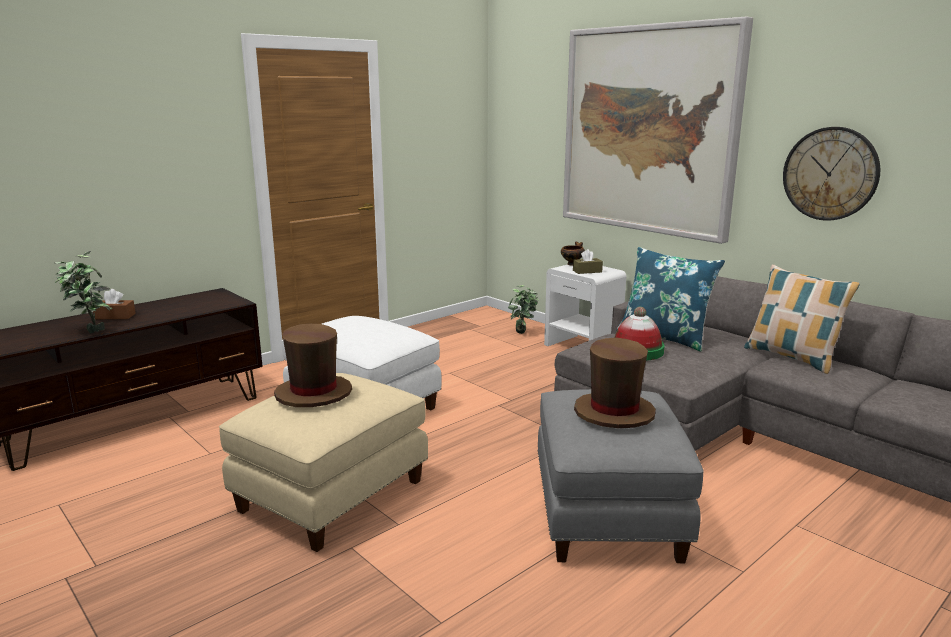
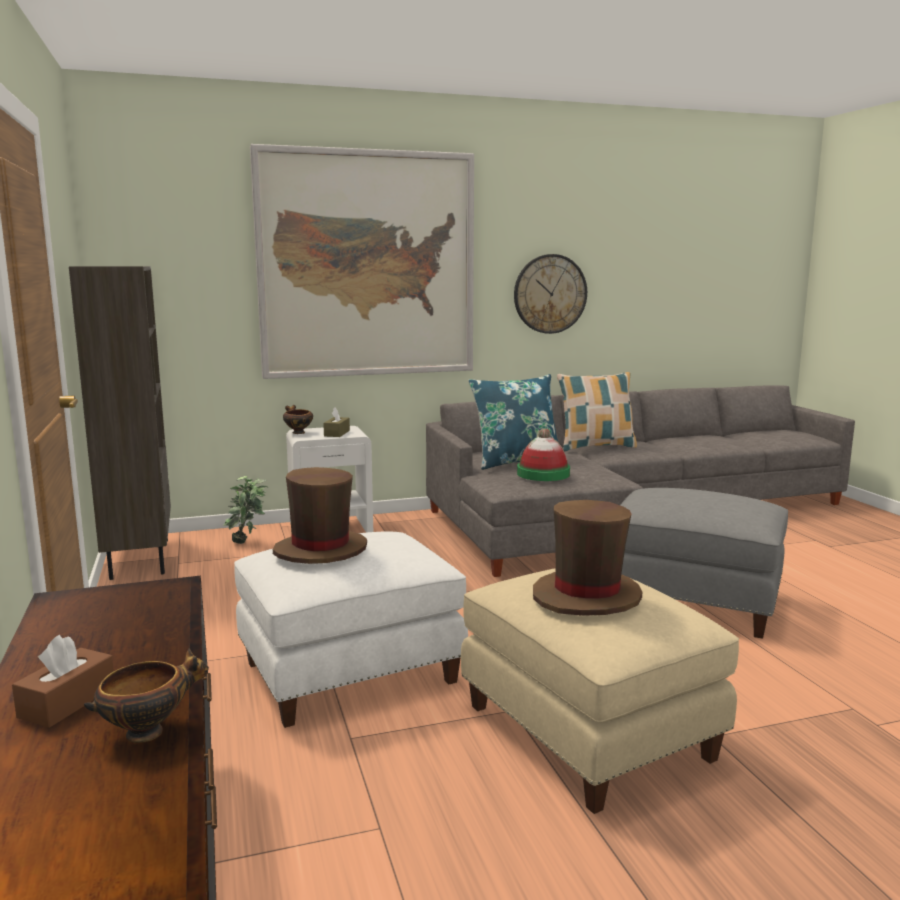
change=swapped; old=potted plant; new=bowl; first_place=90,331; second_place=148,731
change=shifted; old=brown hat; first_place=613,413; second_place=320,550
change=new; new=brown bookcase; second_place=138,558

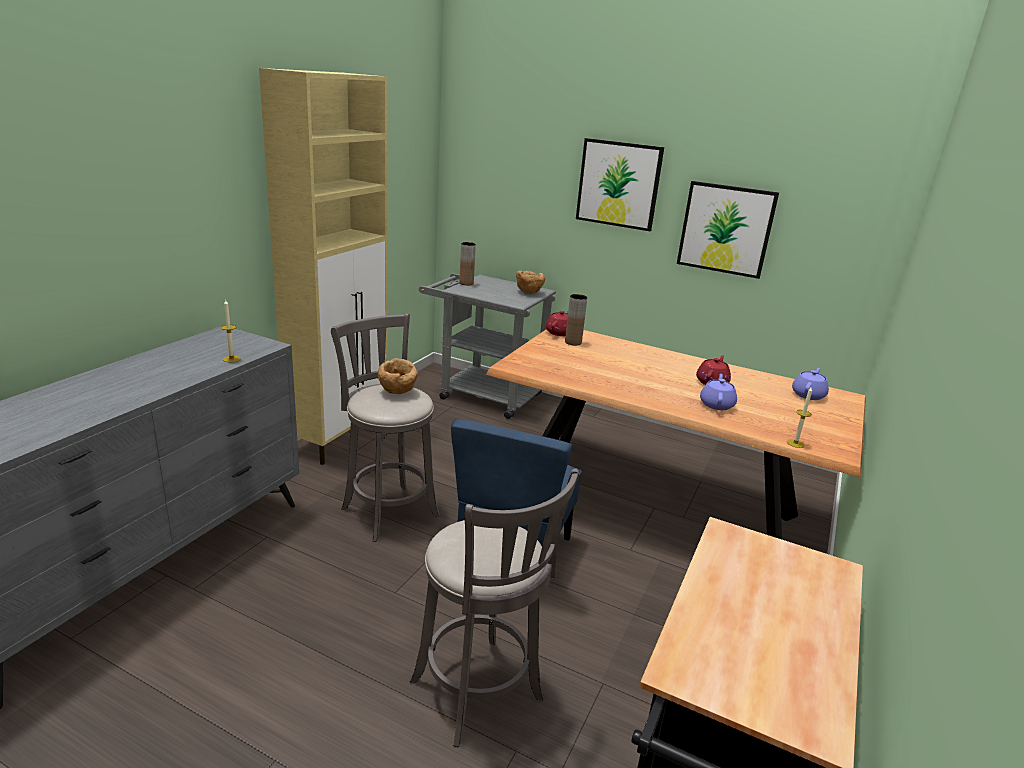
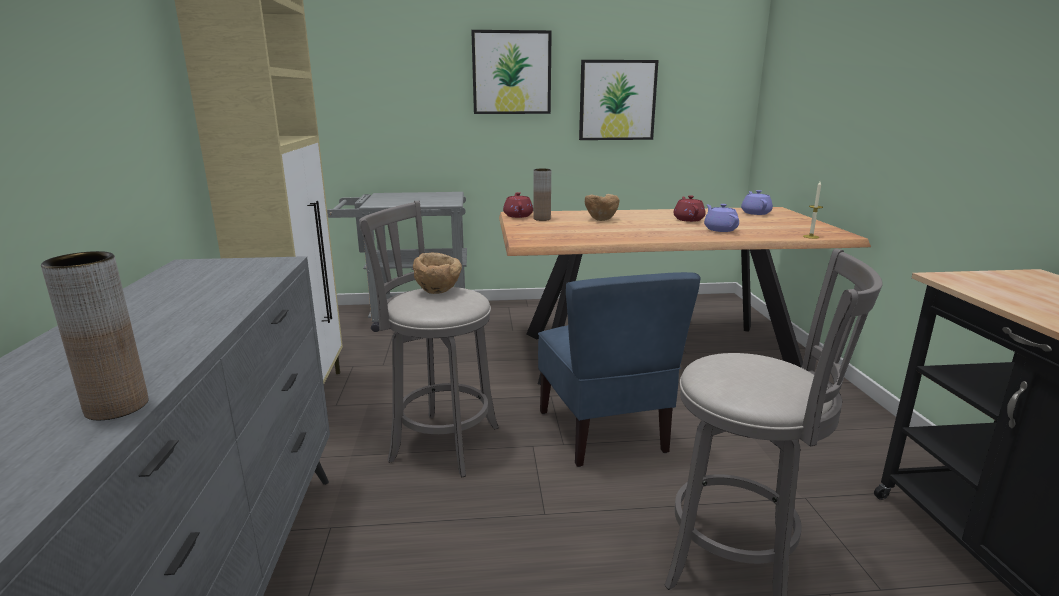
change=gone; old=candle; first_place=231,359
change=shifted; old=brown vase; first_place=466,283; second_place=117,407
change=shifted; old=brown bowl; first_place=528,293; second_place=600,220

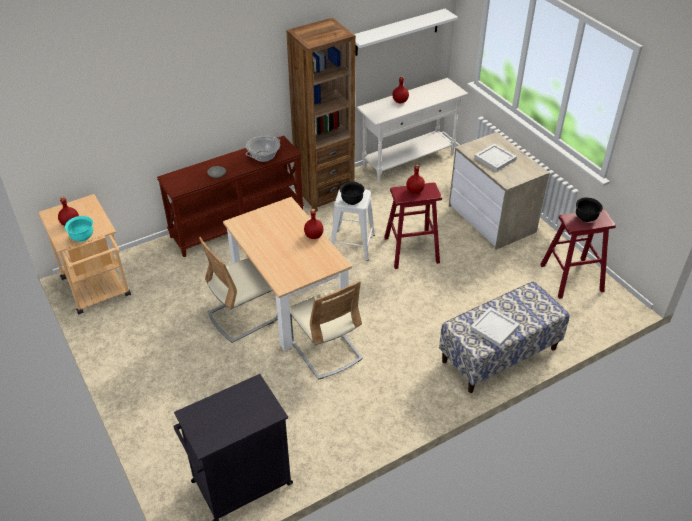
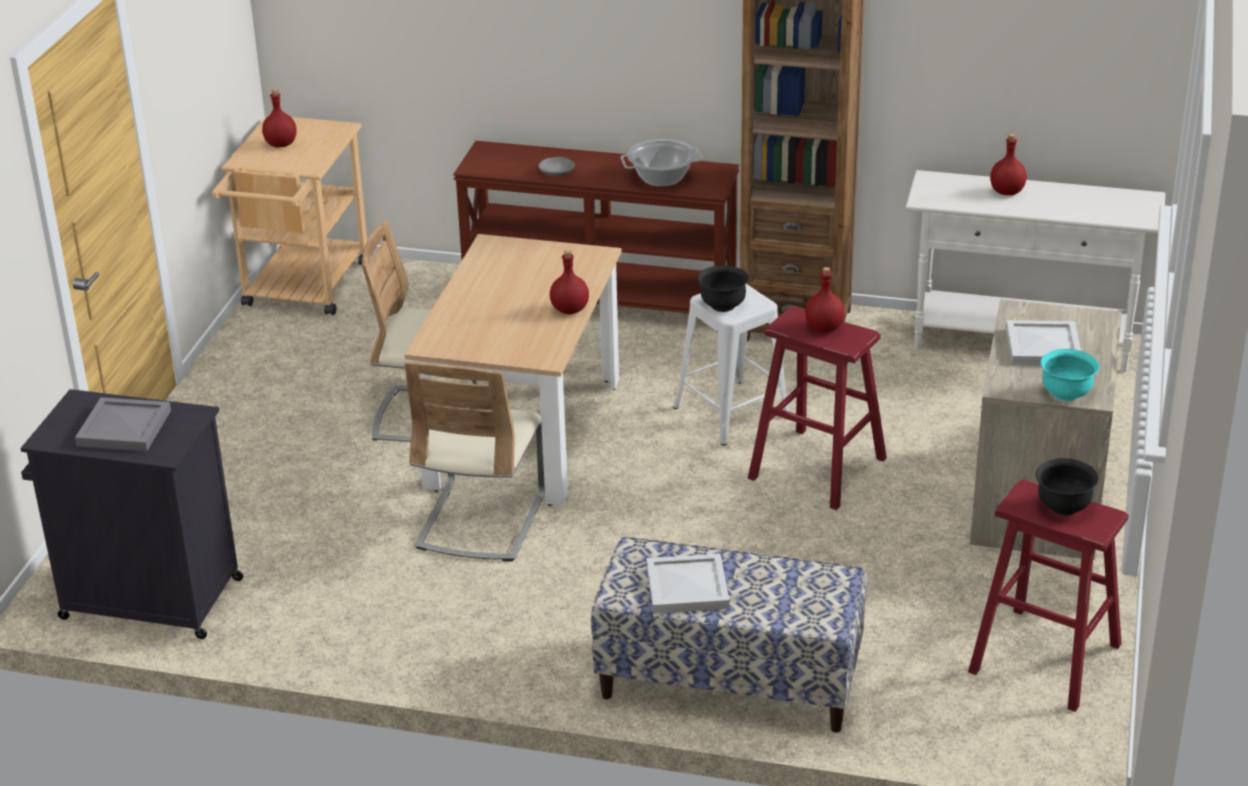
change=shifted; old=turquoise bowl; first_place=82,237; second_place=1066,394
change=gone; old=white shelf; first_place=397,32
change=new; new=grey tray; second_place=125,429

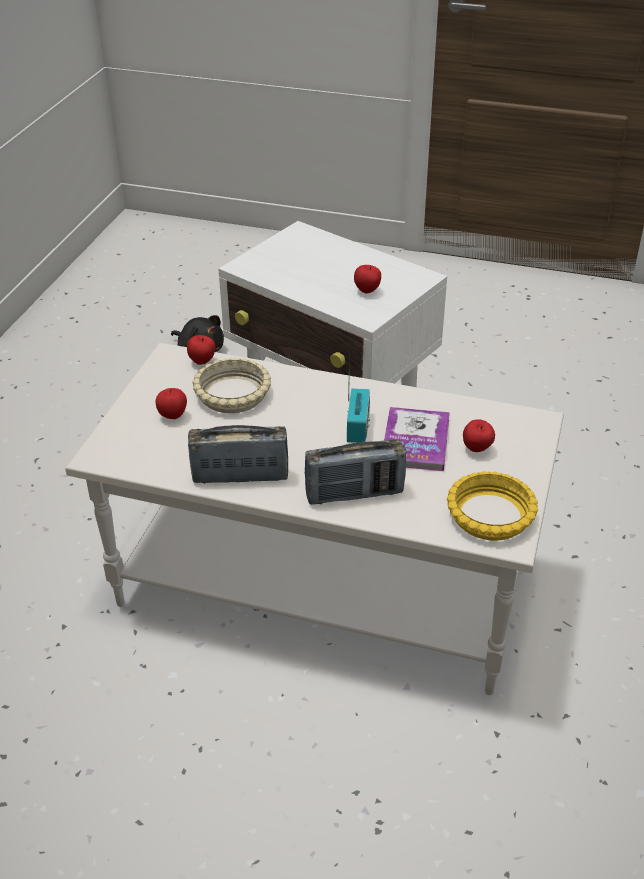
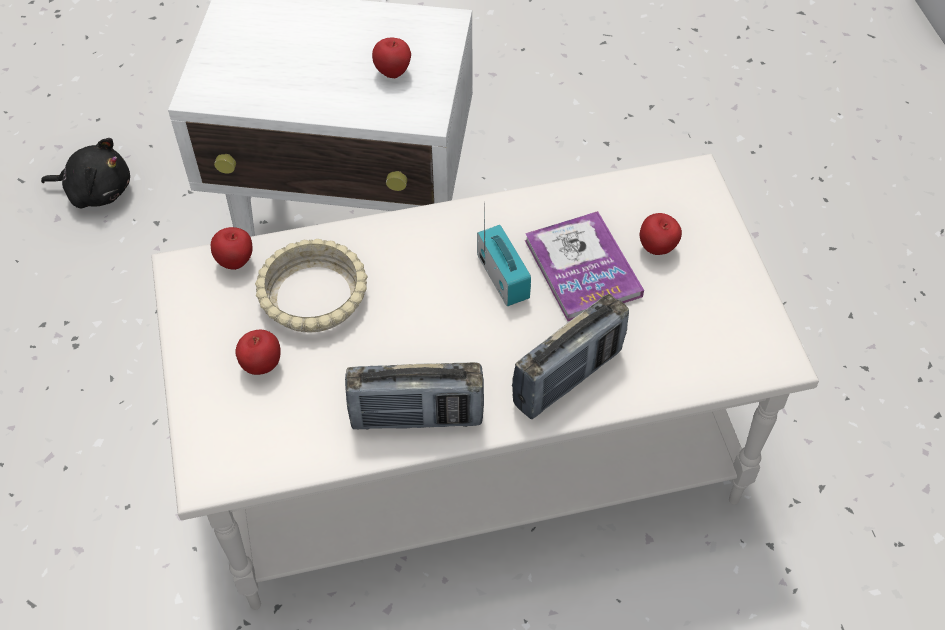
change=rotated; old=radio; first_place=240,476; second_place=417,417; degrees=-150
change=gone; old=yellow bowl; first_place=490,515

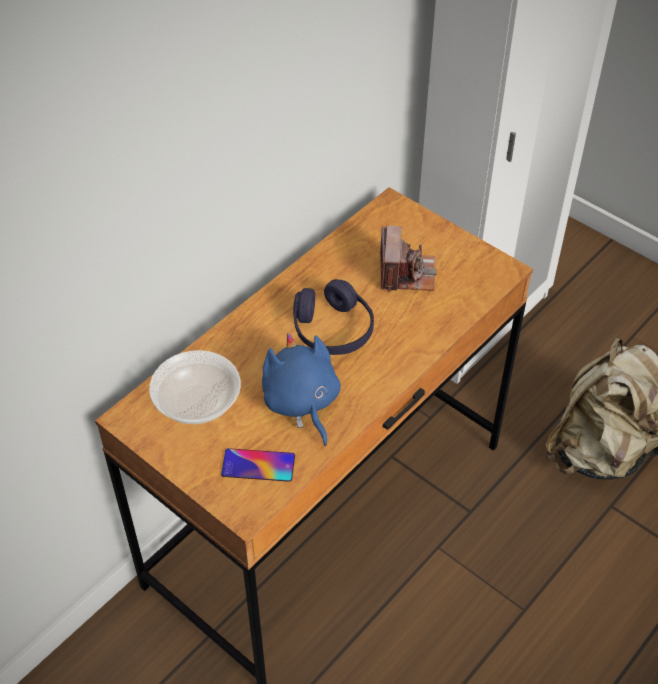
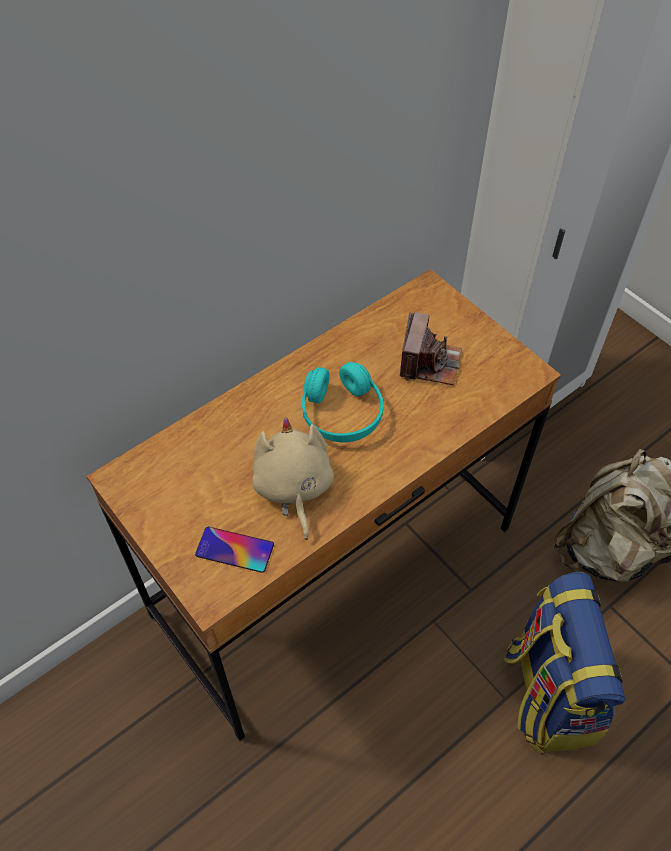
change=gone; old=bowl; first_place=197,403
change=repainted; old=blue plush toy; new=beige plush toy; first_place=301,403; second_place=293,488
change=repainted; old=purple headphones; new=turquoise headphones; first_place=333,330; second_place=342,413
change=new; new=backpack; second_place=547,693

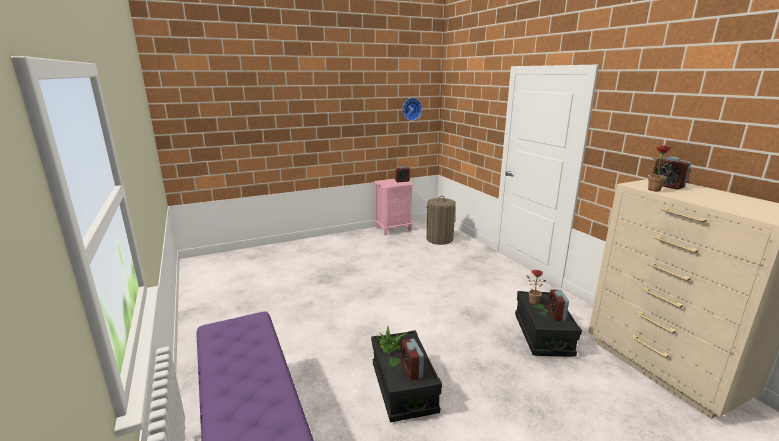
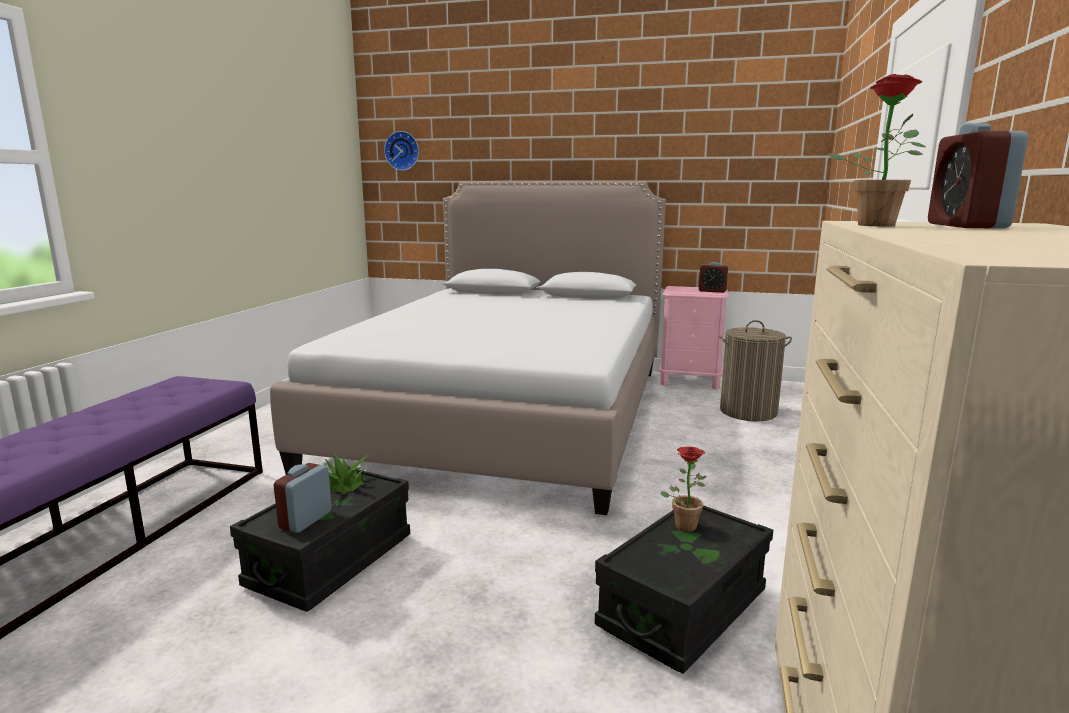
change=shifted; old=wall clock; first_place=411,109; second_place=403,151
change=gone; old=alarm clock; first_place=556,315
change=new; new=bed; second_place=506,413

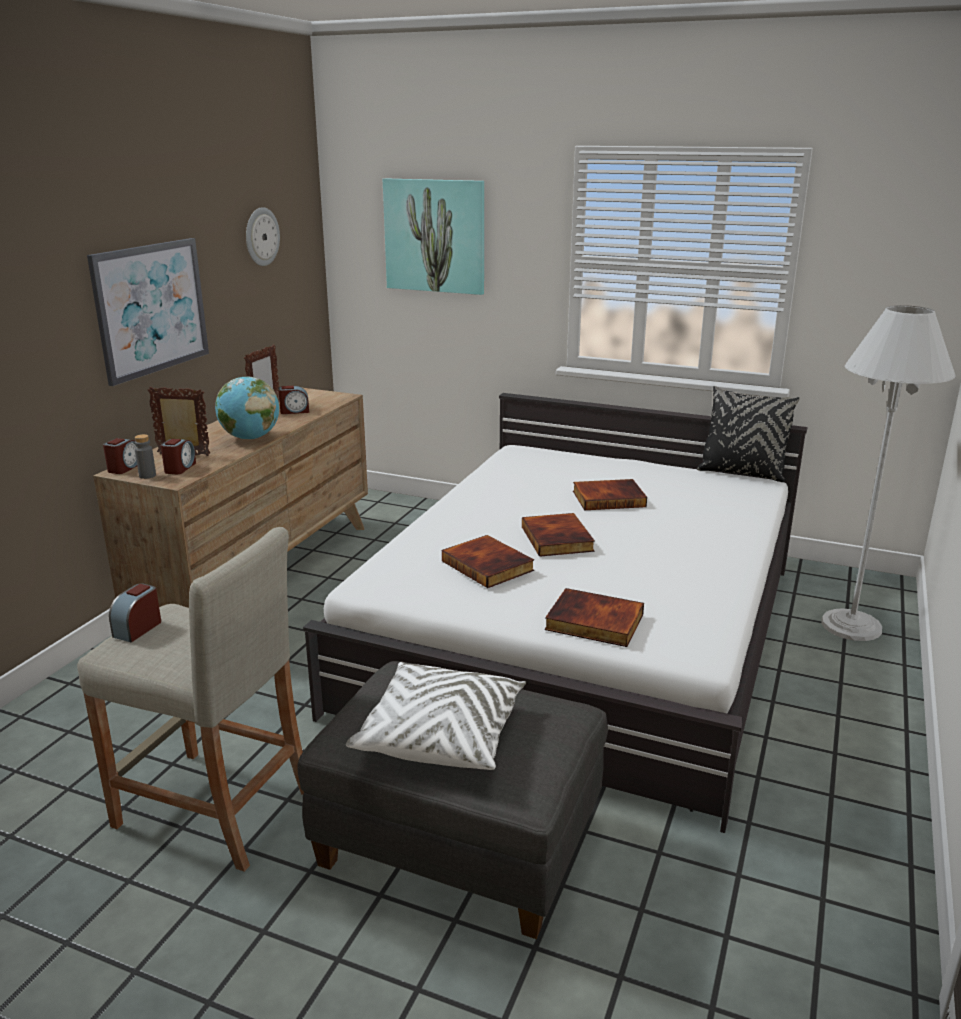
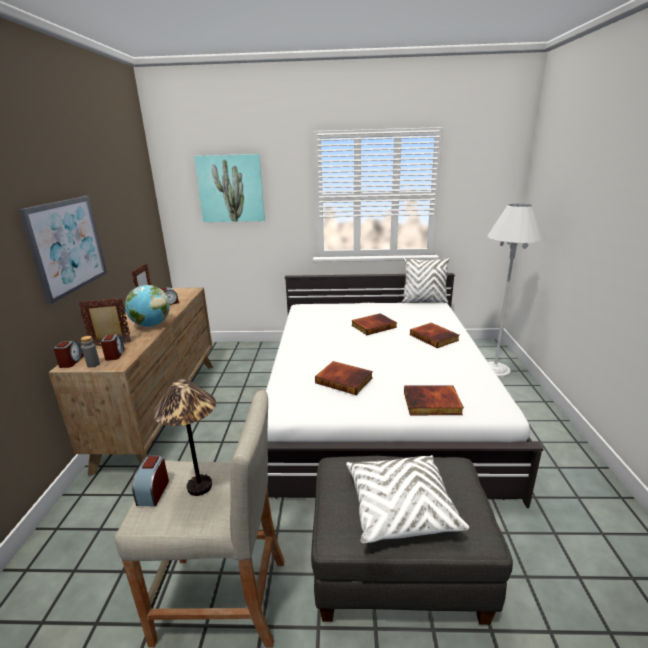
change=gone; old=wall clock; first_place=261,236
change=shifted; old=book; first_place=558,539; second_place=434,337
change=repainted; old=black pillow; new=white pillow; first_place=742,473; second_place=424,301
change=new; new=table lamp; second_place=199,487

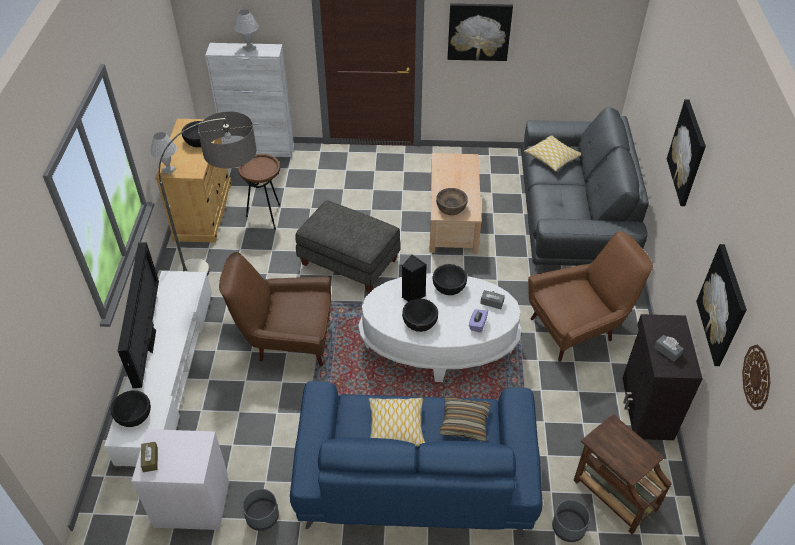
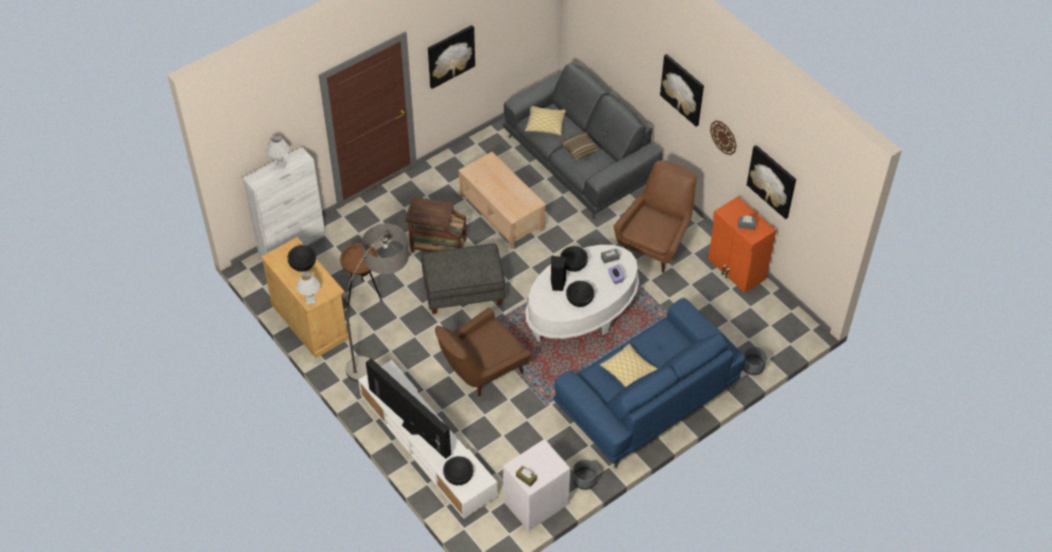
change=gone; old=brown bowl; first_place=451,207
change=shifted; old=pillow; first_place=464,423; second_place=580,149
change=shifted; old=brown side table; first_place=613,493; second_place=437,245
change=repainted; old=black cabinet; new=orange cabinet; first_place=646,408; second_place=736,269
change=shifted; old=wall clock; first_place=757,377; second_place=723,137

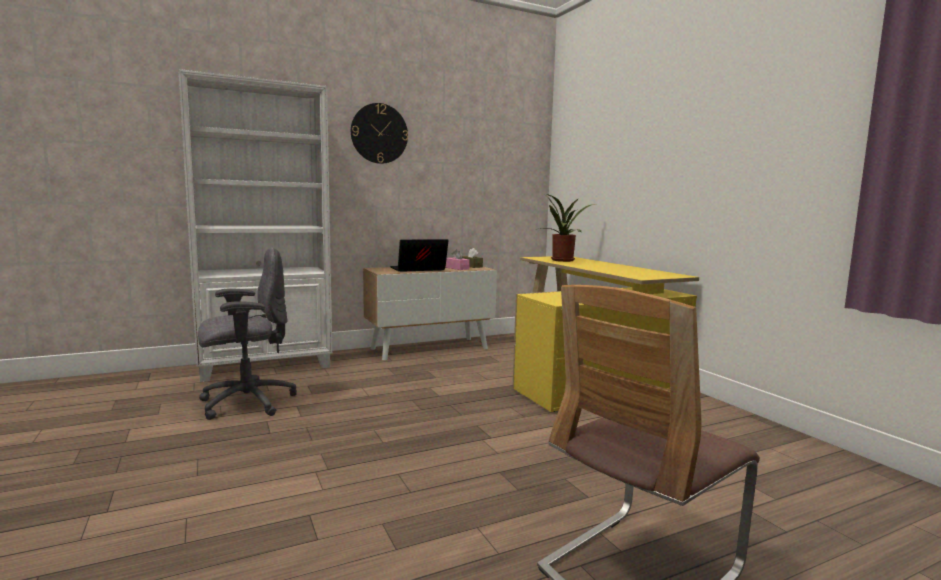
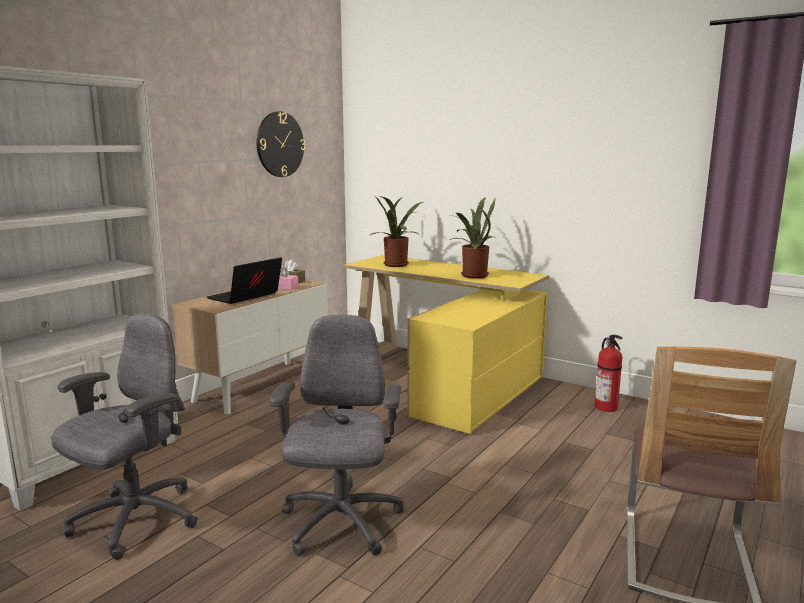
change=shifted; old=wall clock; first_place=379,133; second_place=280,144
change=new; new=grey office chair; second_place=340,524
change=new; new=potted plant; second_place=472,275
change=new; new=fire extinguisher; second_place=606,407

